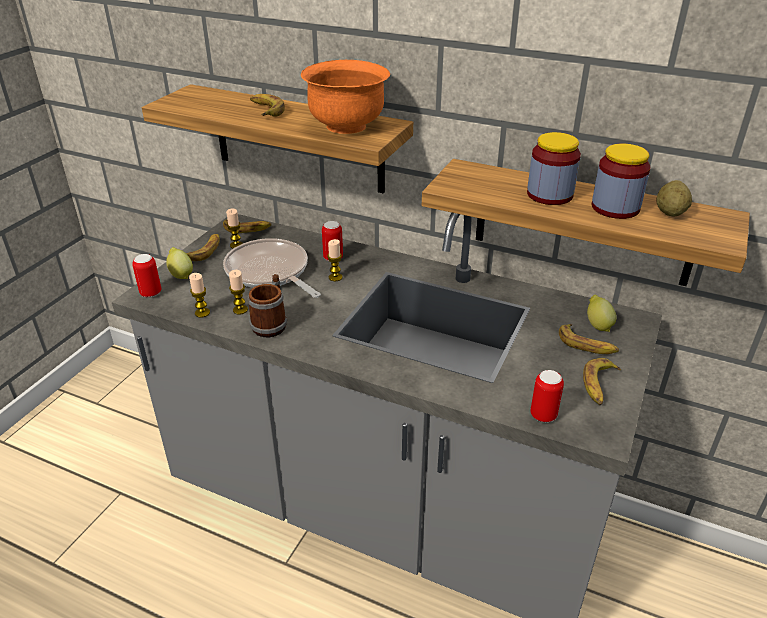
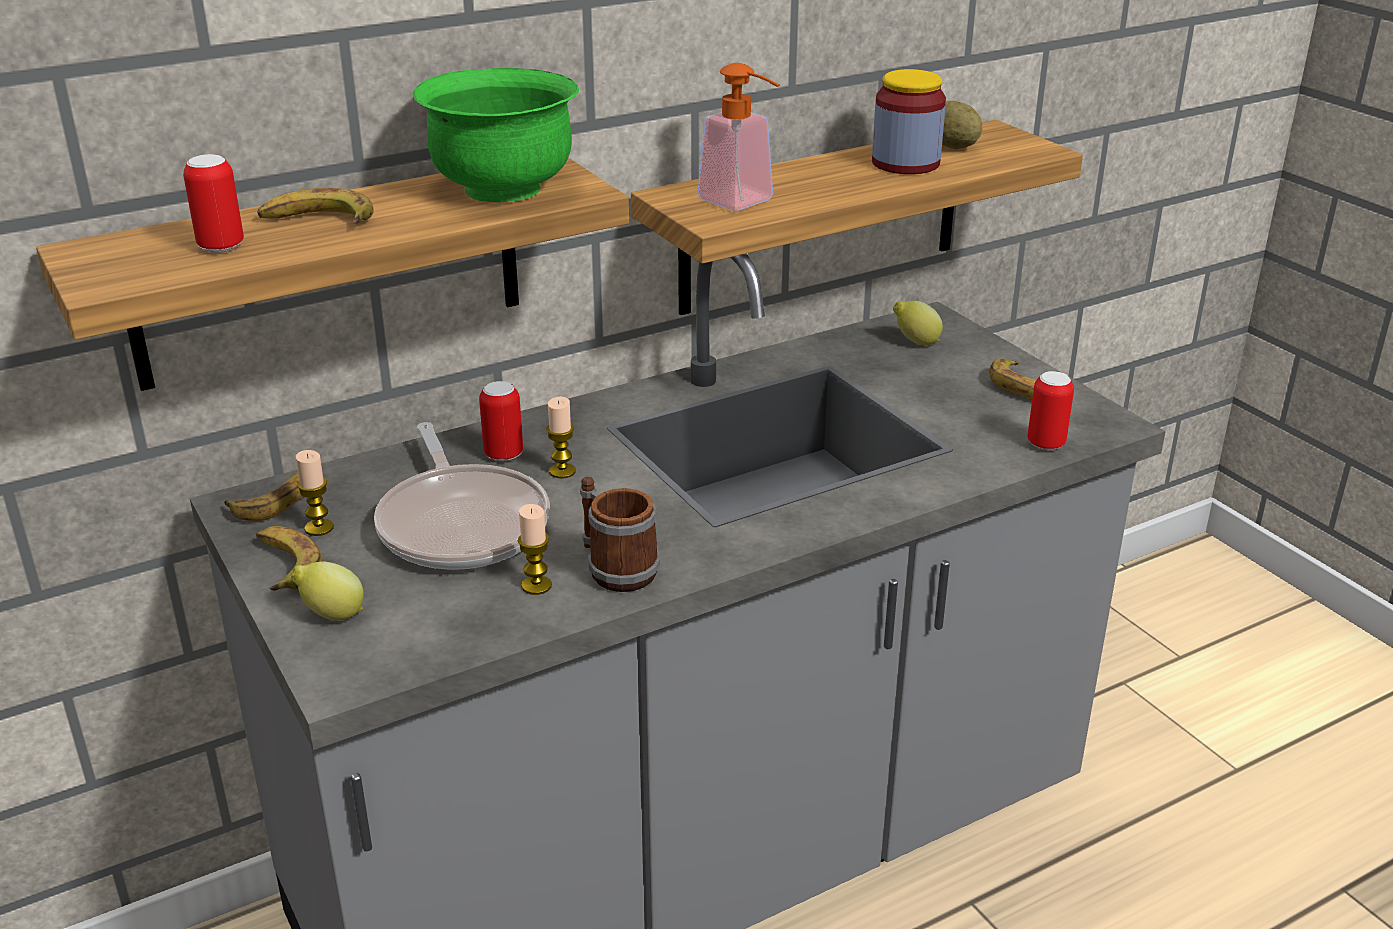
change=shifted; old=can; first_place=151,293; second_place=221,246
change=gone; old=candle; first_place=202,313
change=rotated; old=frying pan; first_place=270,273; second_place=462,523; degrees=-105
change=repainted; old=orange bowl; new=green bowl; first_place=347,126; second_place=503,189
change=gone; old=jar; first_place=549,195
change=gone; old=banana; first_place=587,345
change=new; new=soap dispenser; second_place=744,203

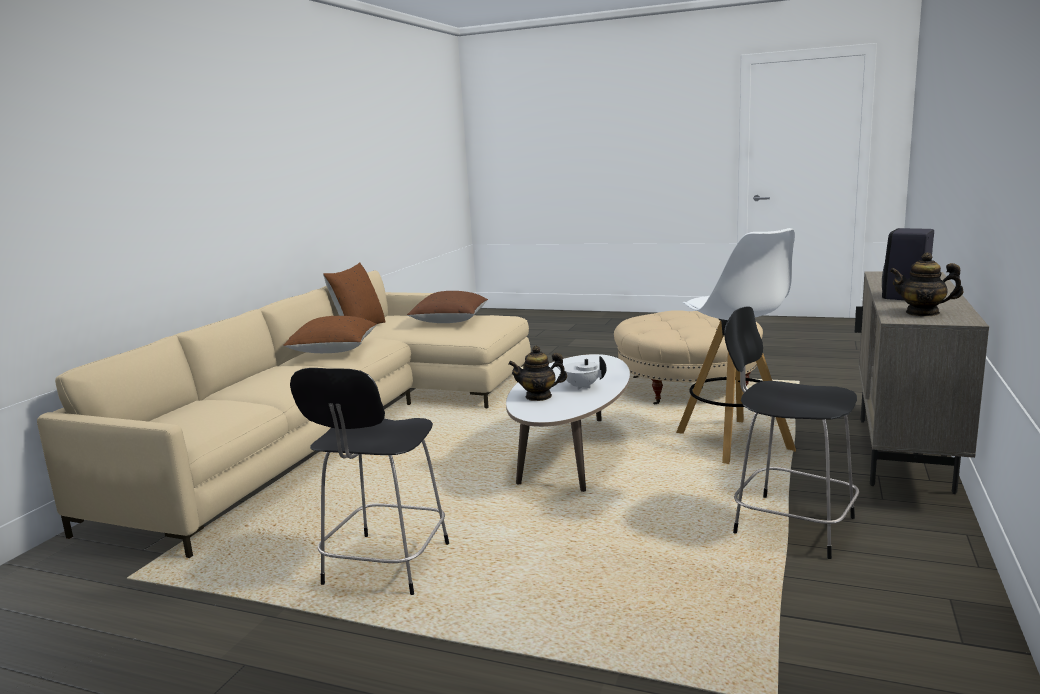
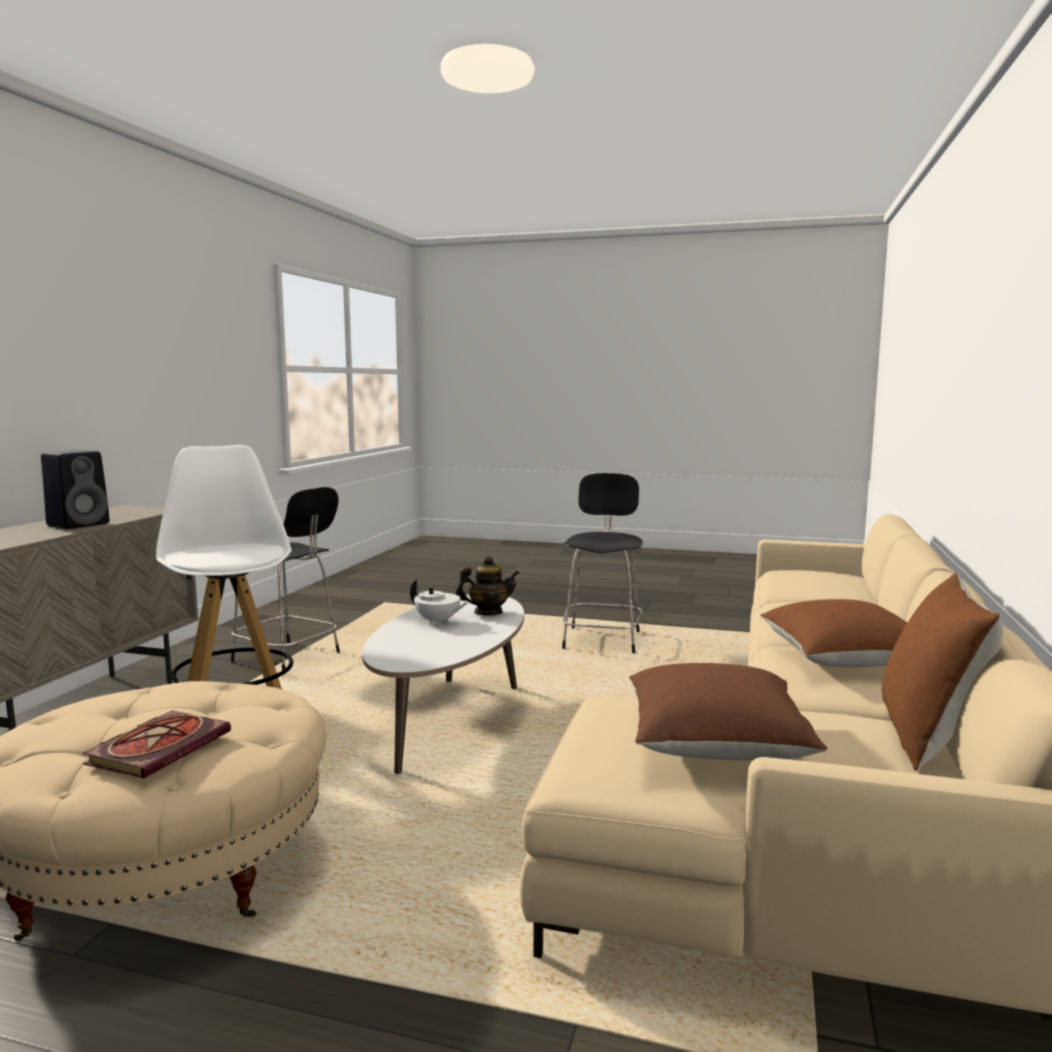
change=gone; old=teapot; first_place=922,313
change=new; new=book; second_place=160,747

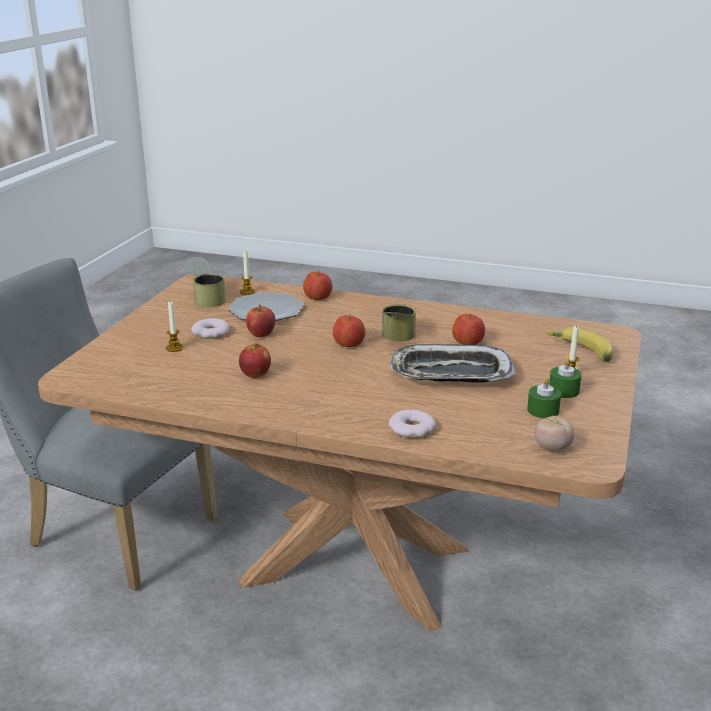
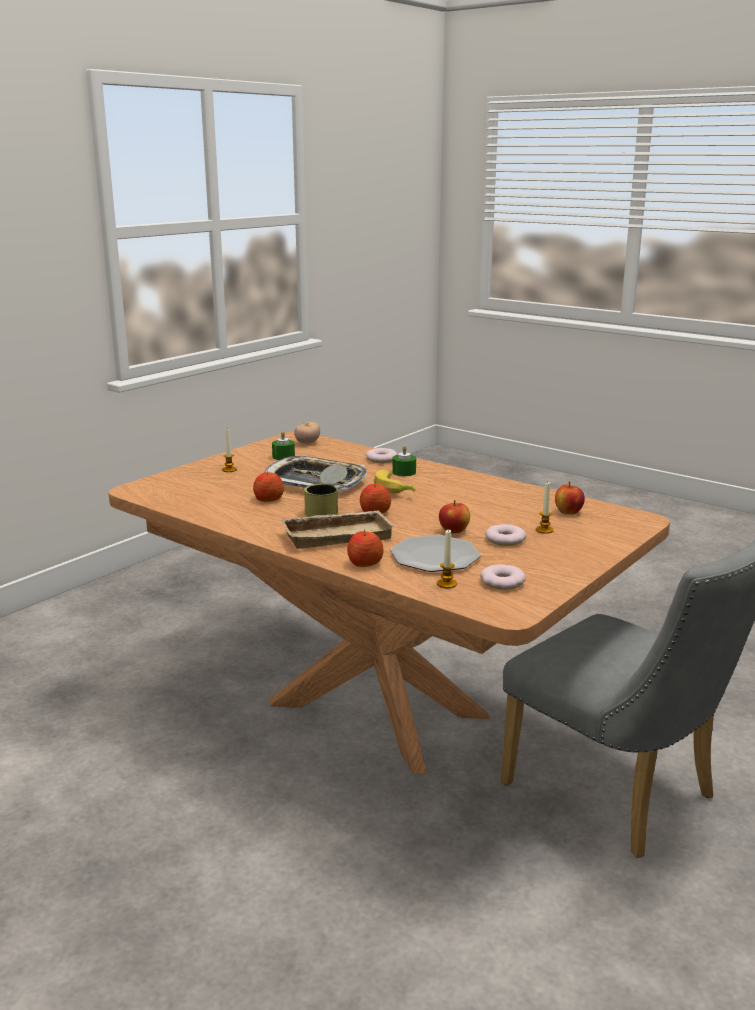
change=swapped; old=can; new=donut; first_place=206,298; second_place=502,582
change=shifted; old=apple; first_place=255,374; second_place=568,512
change=shifted; old=banana; first_place=580,352; second_place=395,489
change=shifted; old=green candle; first_place=564,390; second_place=404,472
change=new; new=beige tray; second_place=337,535

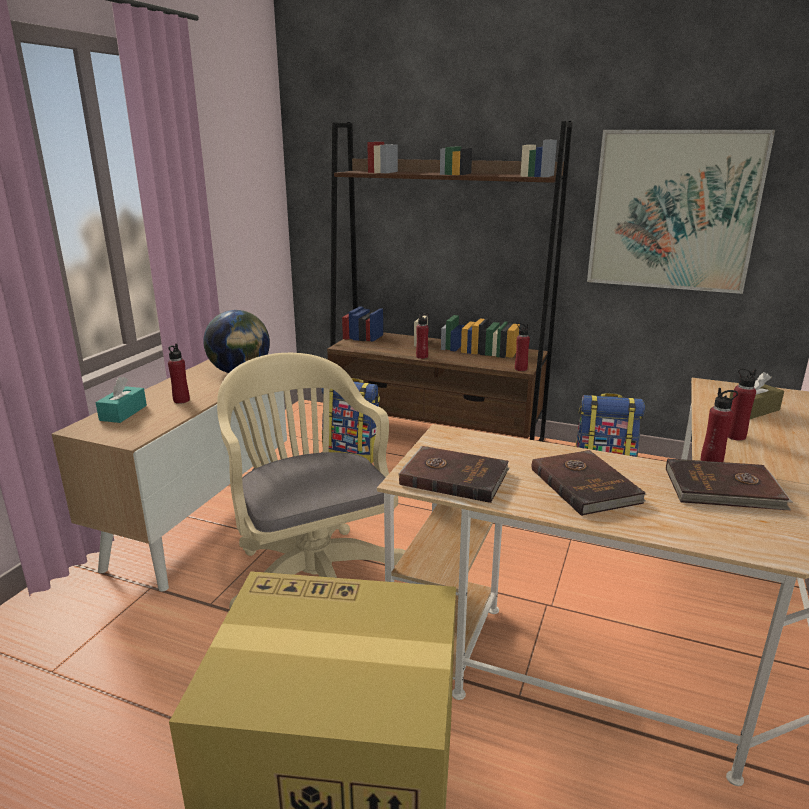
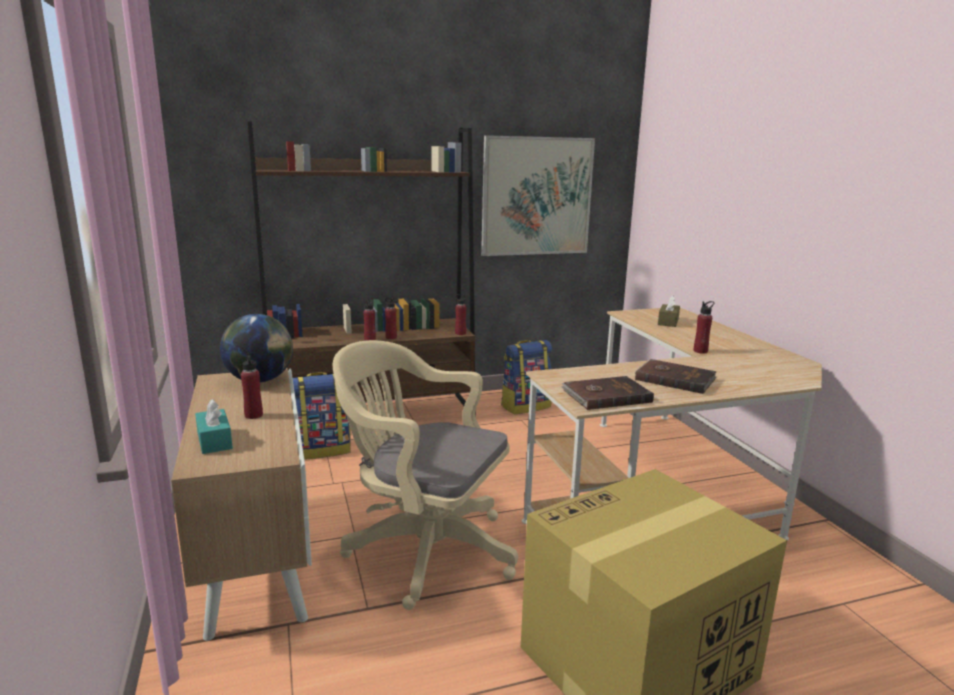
change=gone; old=brown book; first_place=724,489
change=shifted; old=red bottle; first_place=735,436; second_place=391,337

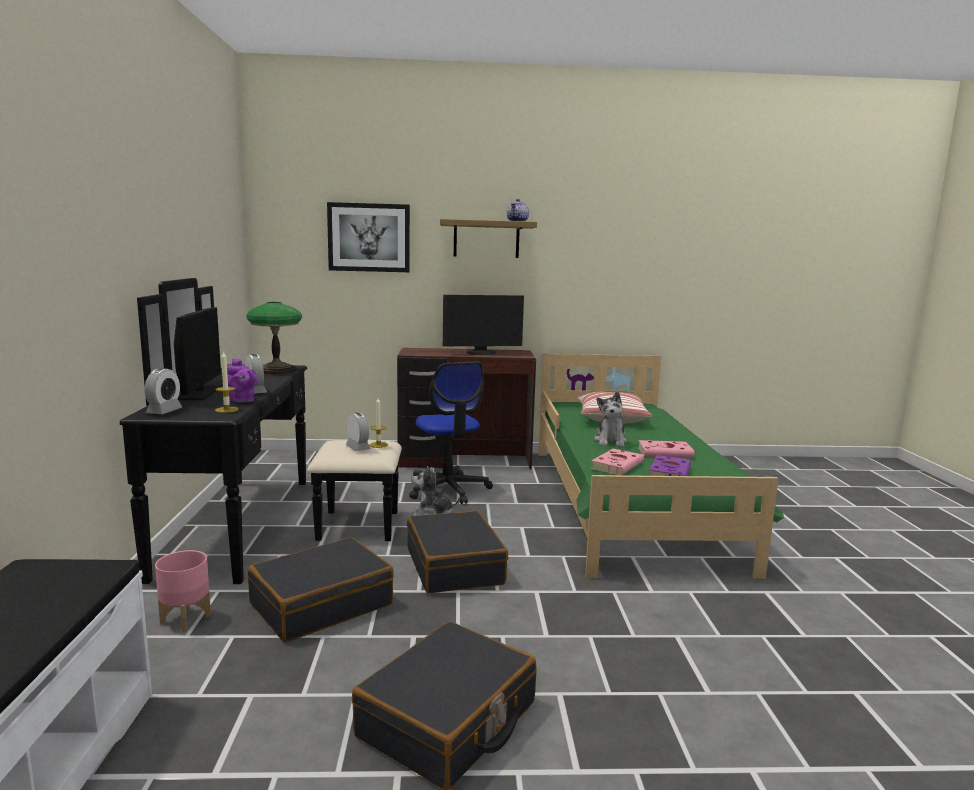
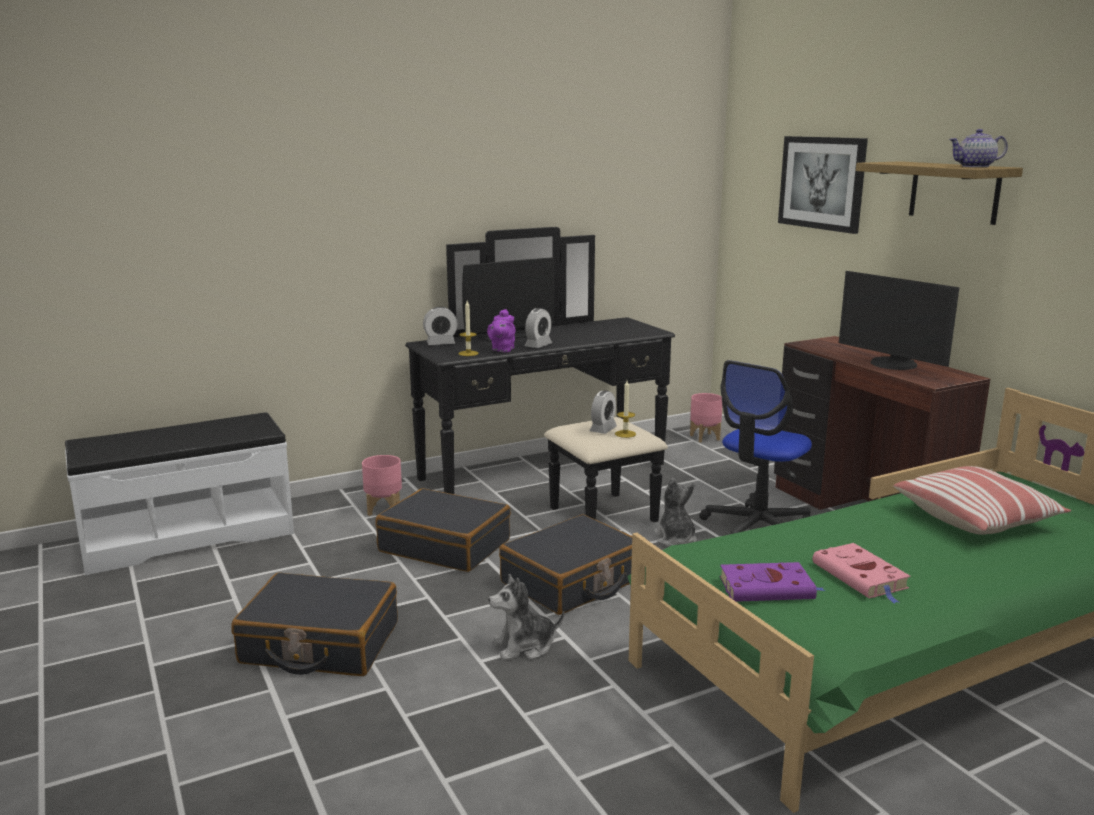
change=gone; old=table lamp; first_place=276,370
change=gone; old=pink book; first_place=617,465
change=shifted; old=plush toy; first_place=610,441; second_place=524,647
change=new; new=pink planter; second_place=704,438

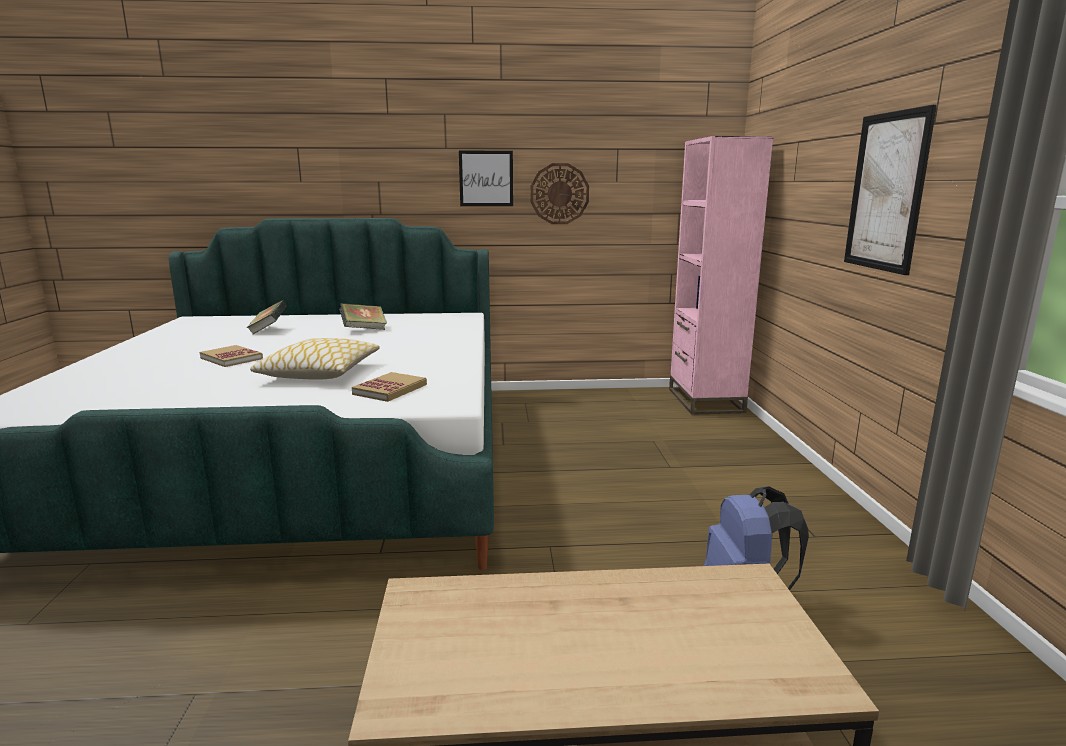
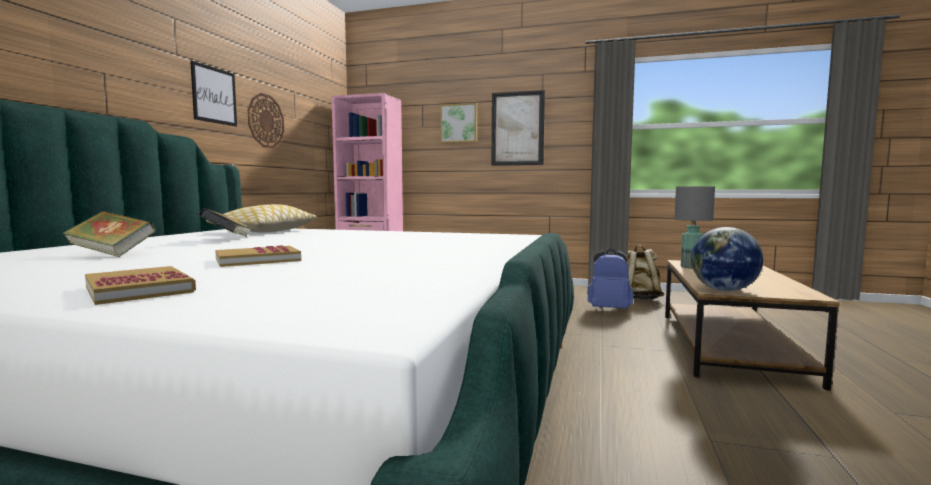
change=shifted; old=pillow; first_place=319,373; second_place=264,231
change=shifted; old=book; first_place=390,389; second_place=139,289
change=new; new=picture; second_place=459,123
change=new; new=beige backpack; second_place=638,299
change=new; new=grey table lamp; second_place=691,267
change=new; new=globe; second_place=723,290

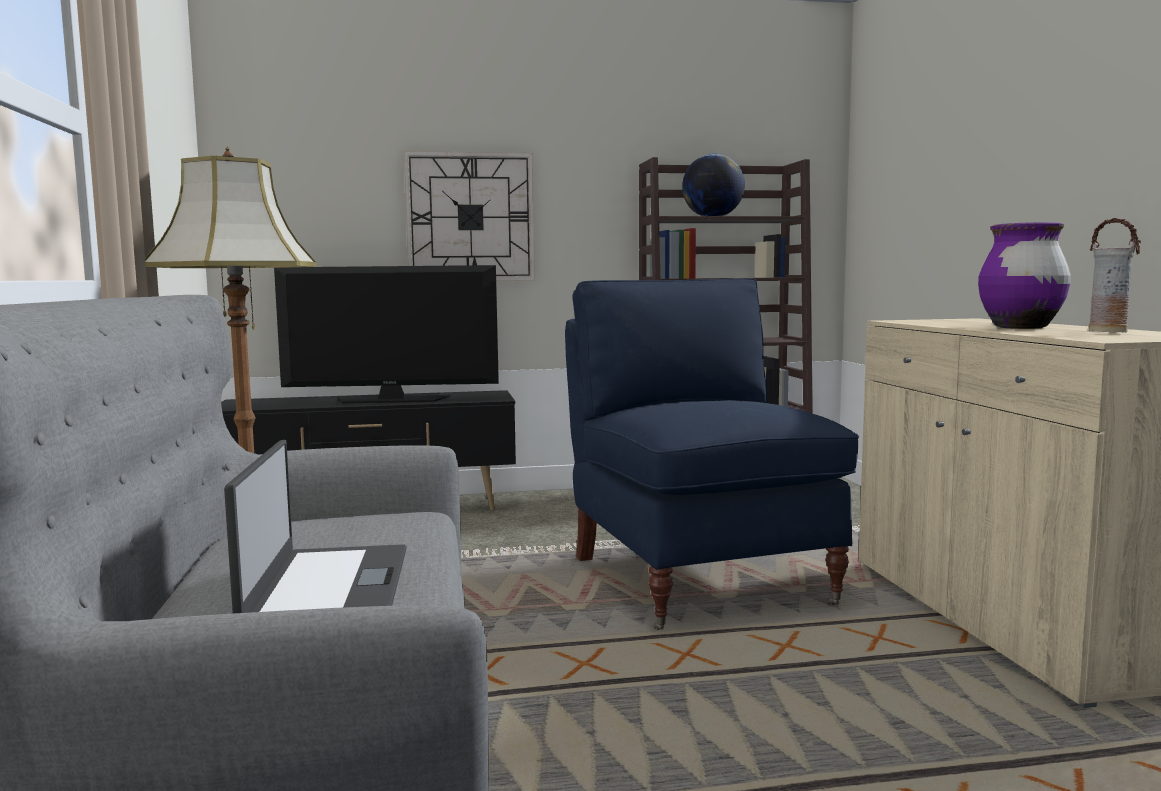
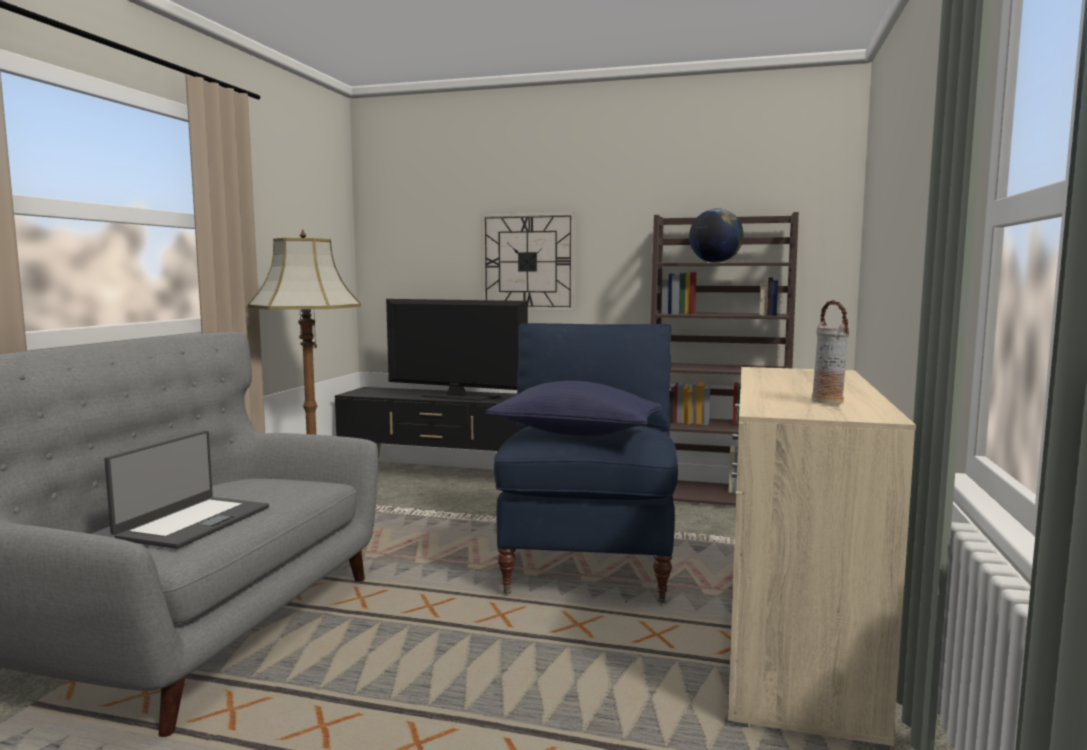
change=gone; old=purple vase; first_place=1020,327
change=new; new=blue pillow; second_place=575,433

